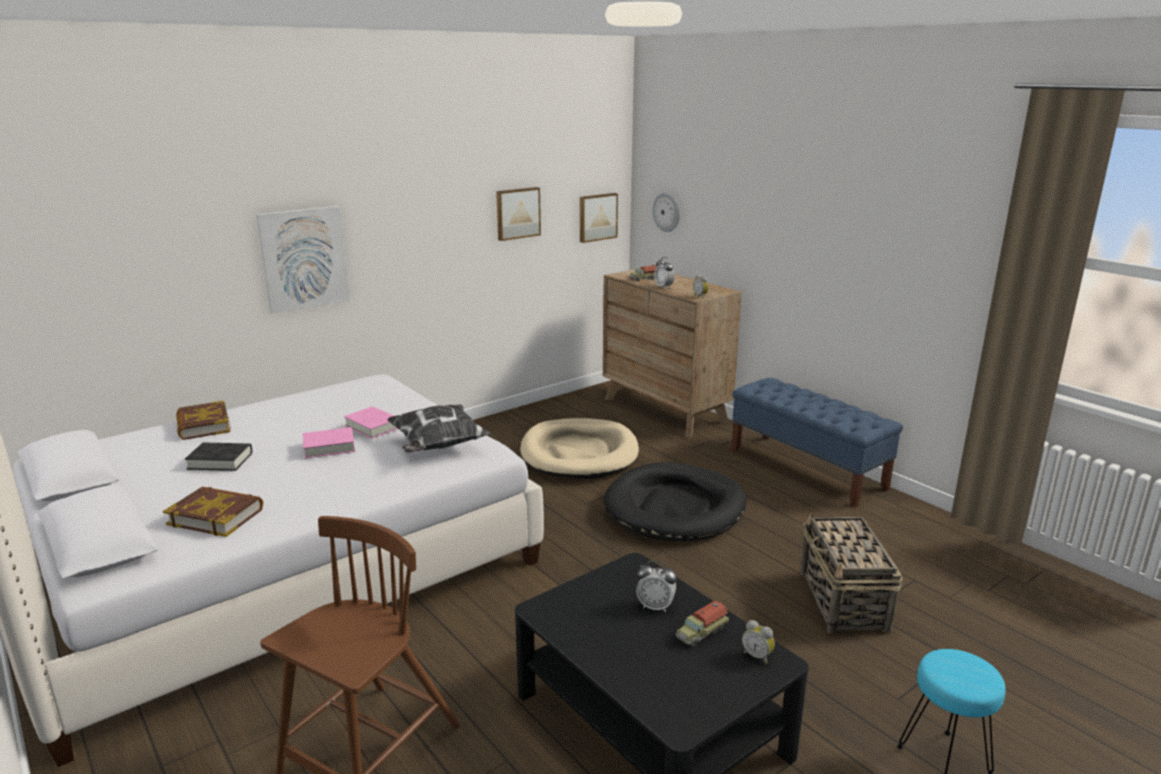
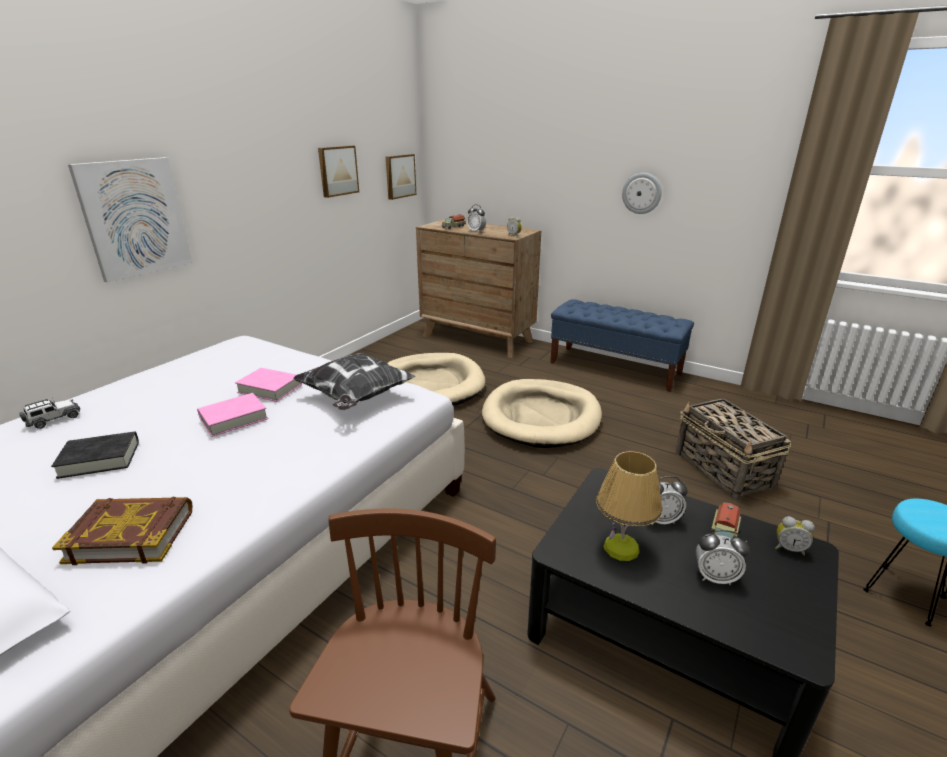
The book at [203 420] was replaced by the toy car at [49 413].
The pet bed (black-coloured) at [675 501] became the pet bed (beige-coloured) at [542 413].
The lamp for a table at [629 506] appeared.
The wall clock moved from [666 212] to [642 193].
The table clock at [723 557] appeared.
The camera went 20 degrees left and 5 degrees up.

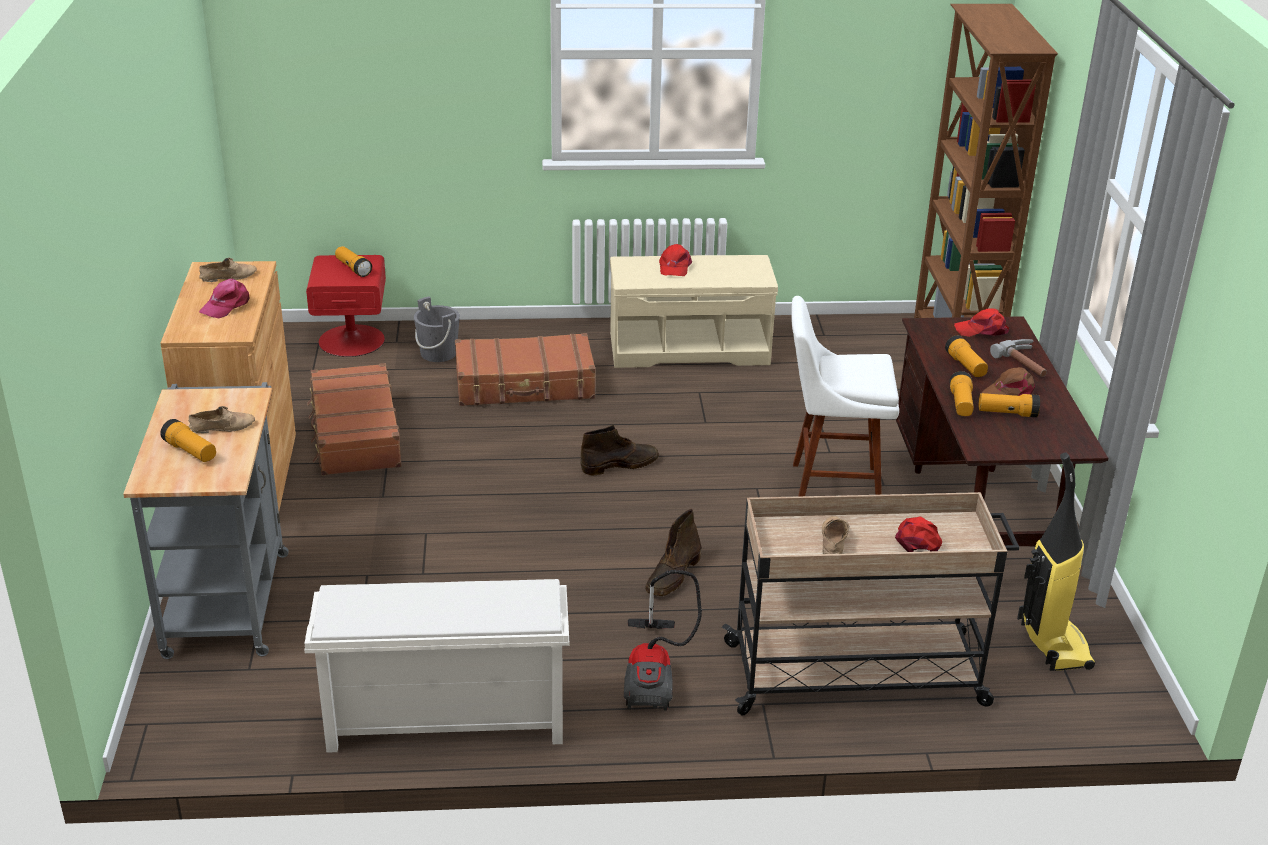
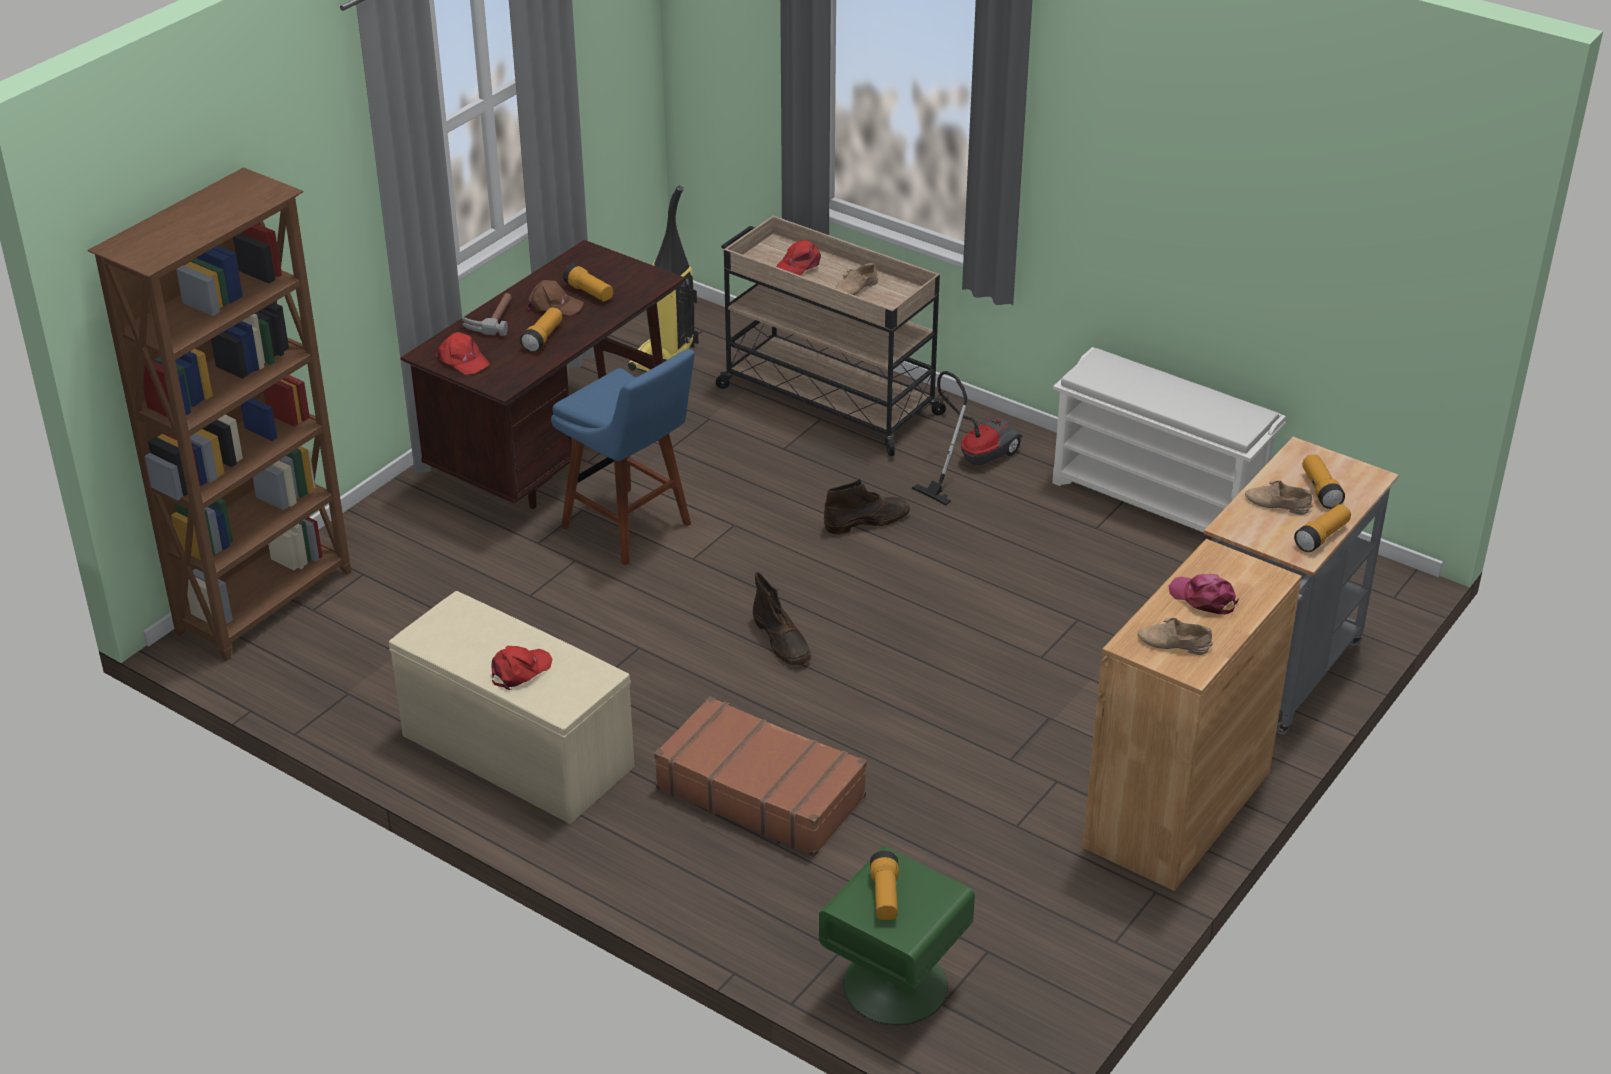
The sitting stool (white-coloured) at [845 396] became the sitting stool (blue) at [622 457].
The tall boot (brownish) at [619 449] turned 135 degrees counterclockwise.
The night table (red-coloured) at [346 306] became the night table (green-coloured) at [897 936].
The cap (pink) at [224 298] turned 120 degrees counterclockwise.
The hand torch moved from [962 393] to [1322 528].
The travel case (brownish) at [354 419] disappeared.
The water bucket (gray) at [437 329] disappeared.
The camera went 140 degrees left and 5 degrees up.

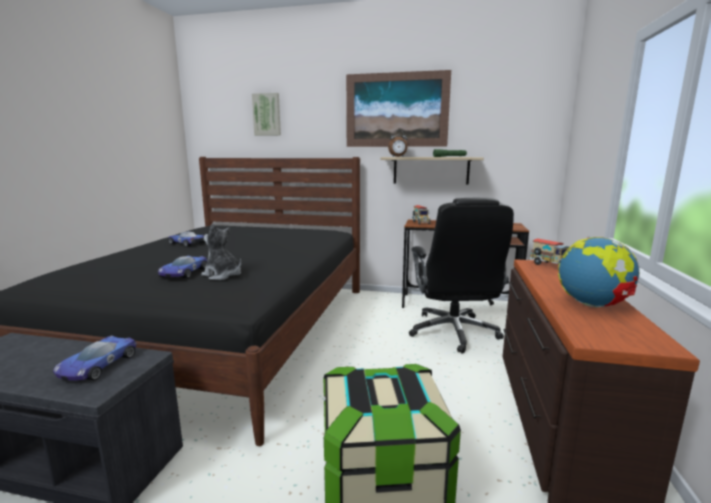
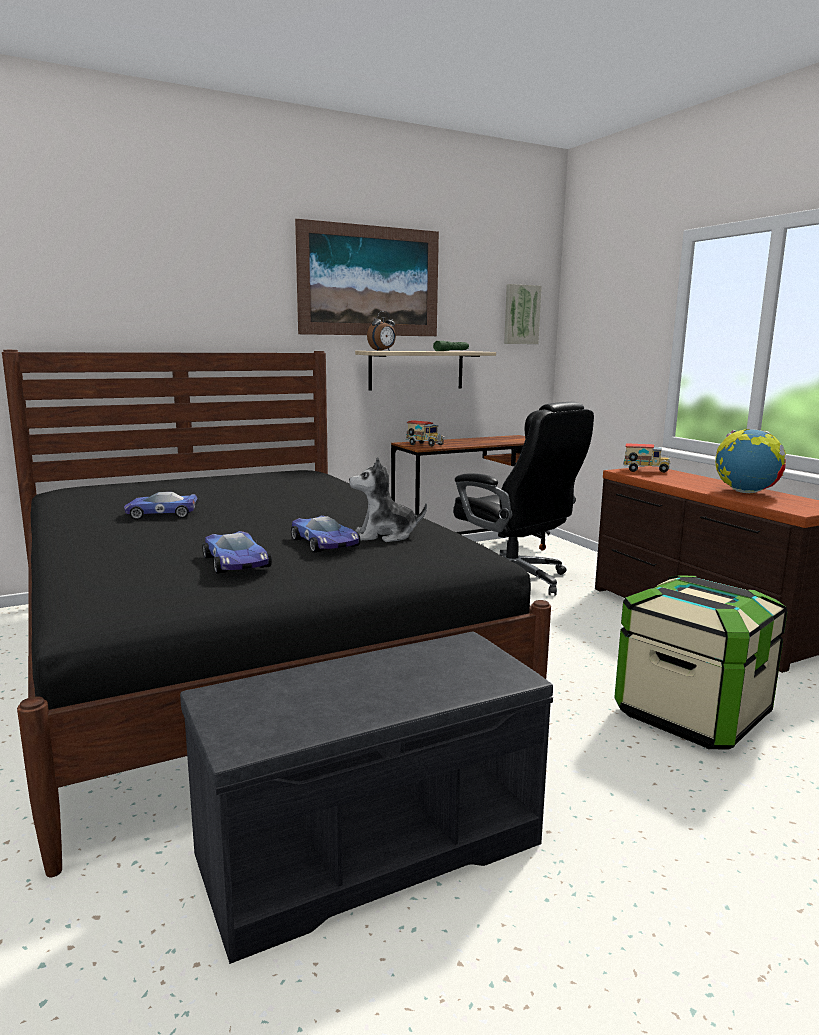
The toy car moved from [95 357] to [237 552].
The wall picture moved from [266 114] to [523 314].
The camera went 40 degrees left and 0 degrees up.

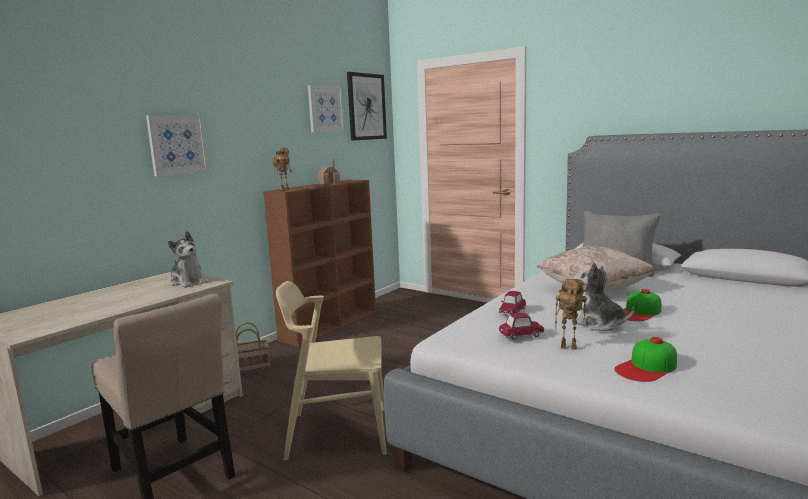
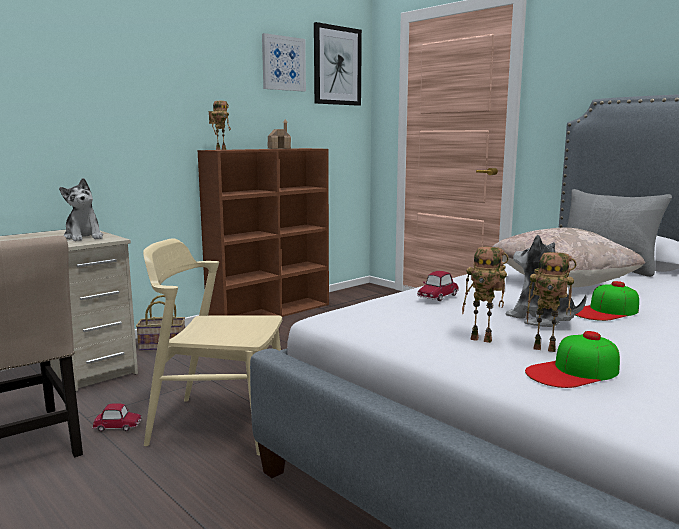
The toy car moved from [521 326] to [117 417].
The robot figure at [551 302] appeared.
The wall picture at [177 145] disappeared.
The camera went 10 degrees right and 0 degrees up.

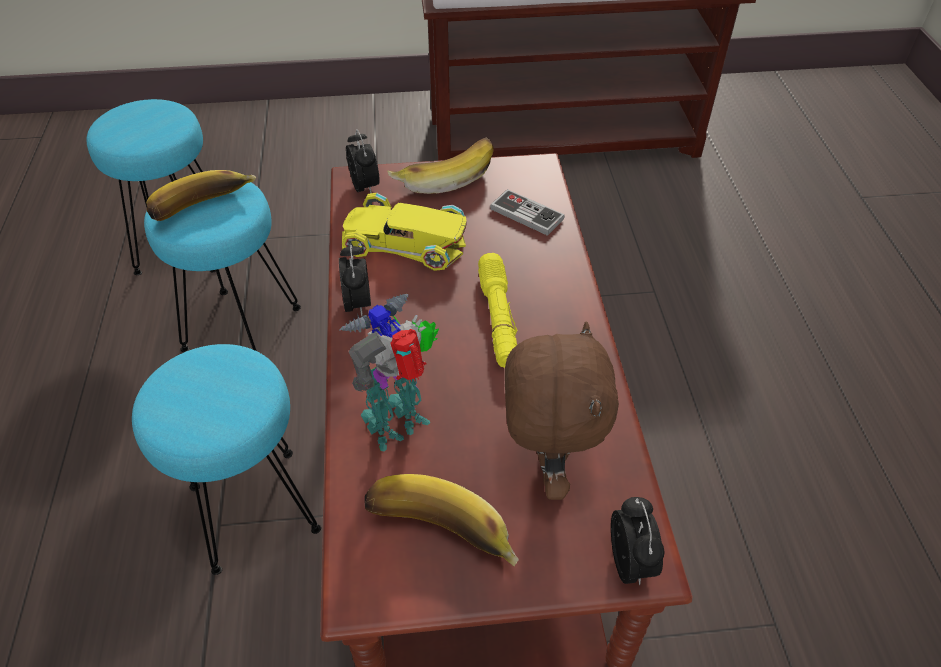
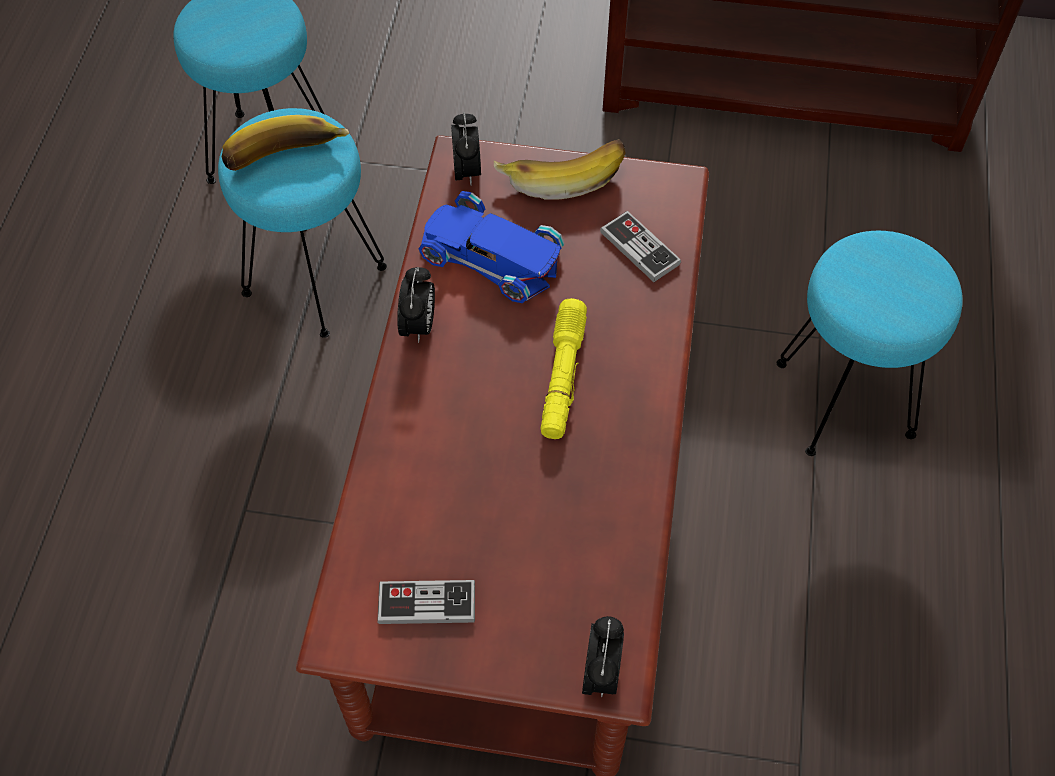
The banana fruit at [442 520] was replaced by the joypad at [426 602].
The toy car (yellow) at [404 232] became the toy car (blue) at [491 247].
The sitting stool (blue-green) moved from [226 459] to [870 343].
The robot figure at [389 373] disappeared.
The cuddly toy (brownish) at [562 410] disappeared.
The camera went 15 degrees right and 10 degrees up.

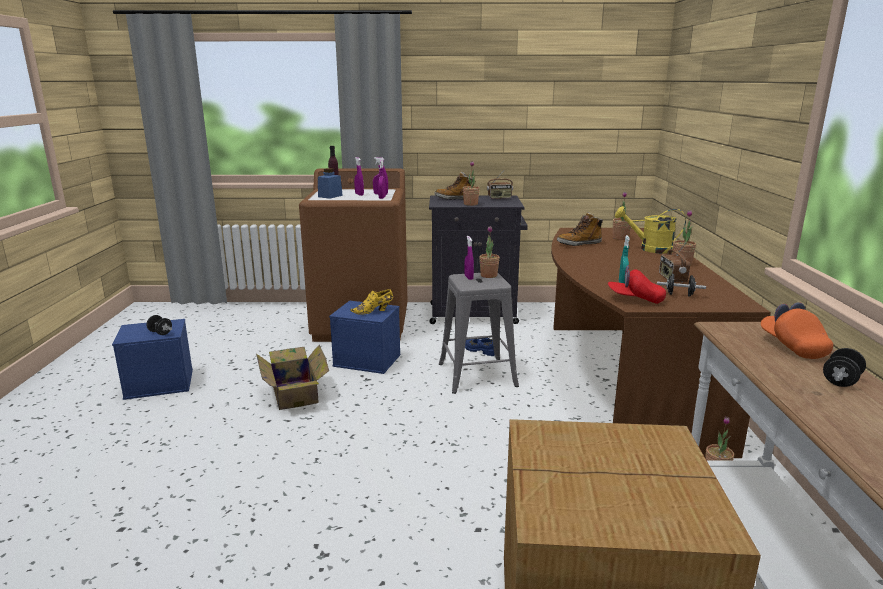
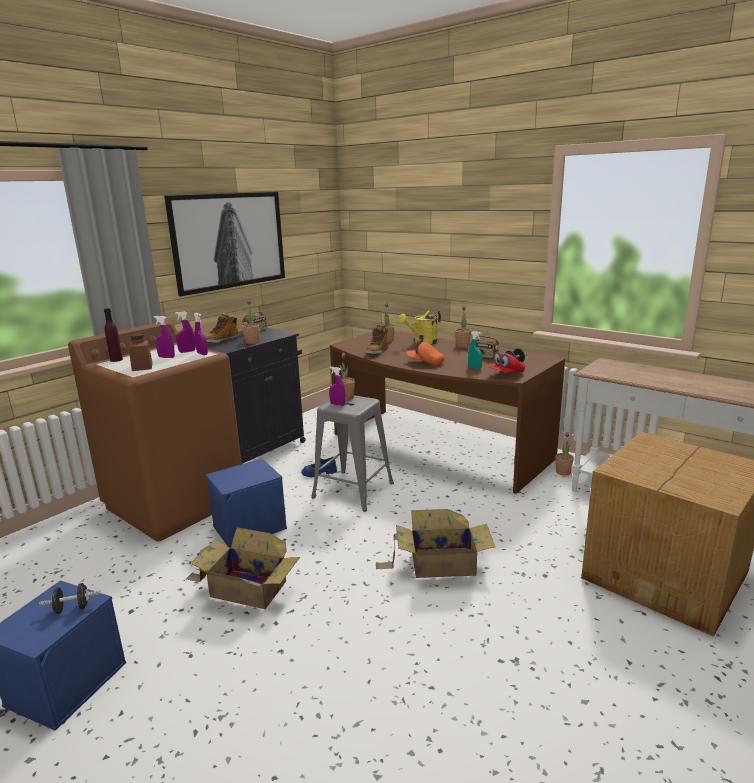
The preserve jar (blue) at [330 183] became the preserve jar (brownish) at [140 352].
The wall picture at [224 244] appeared.
The carton at [435 543] appeared.
The cap (orange) moved from [797 330] to [425 352].
The low shoe (yellow) at [371 301] disappeared.
The free weight (black-coloured) at [844 367] disappeared.
The camera went 50 degrees left and 0 degrees up.

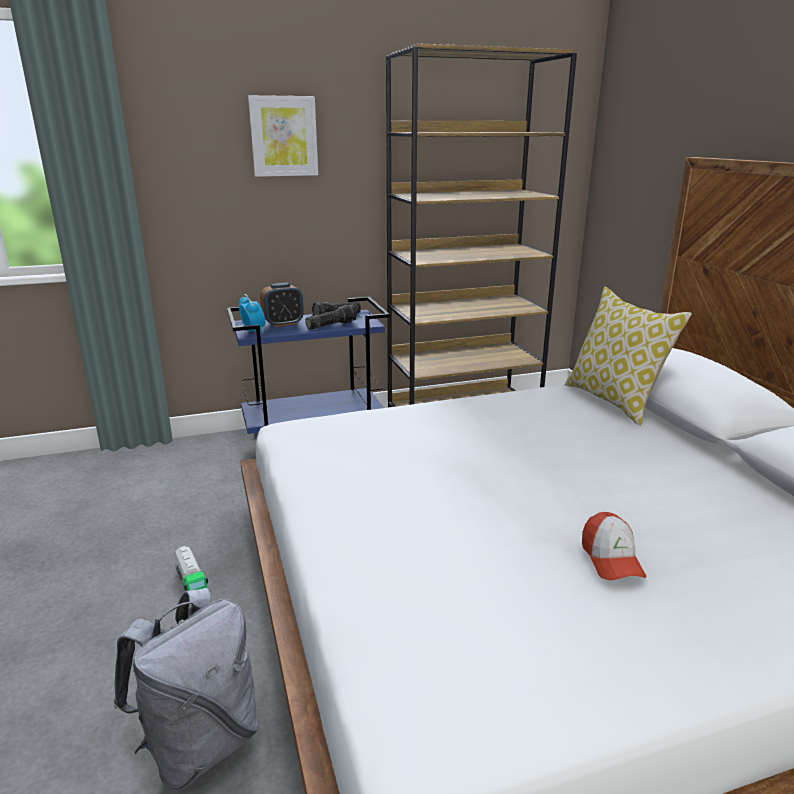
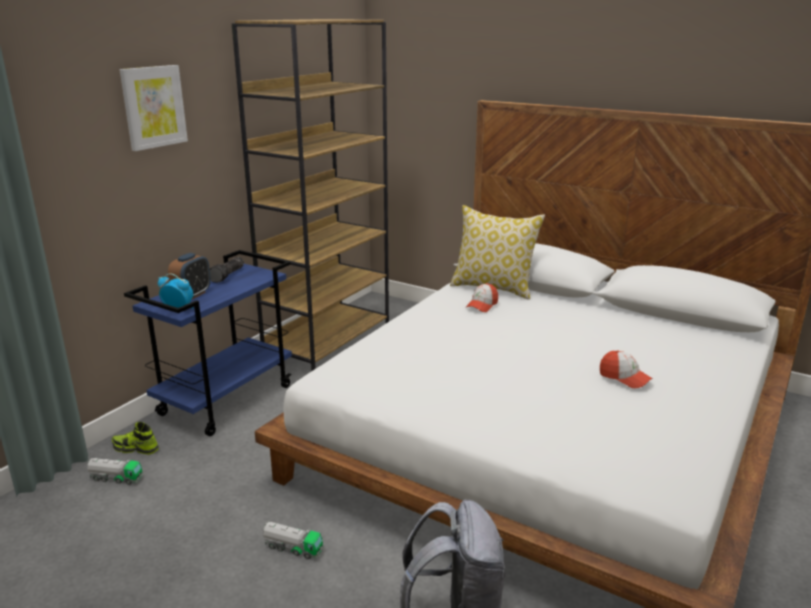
The model truck at [115 471] appeared.
The low shoe at [135 438] appeared.
The cap at [481 297] appeared.
The hand torch at [331 317] disappeared.
The camera went 40 degrees left and 0 degrees up.

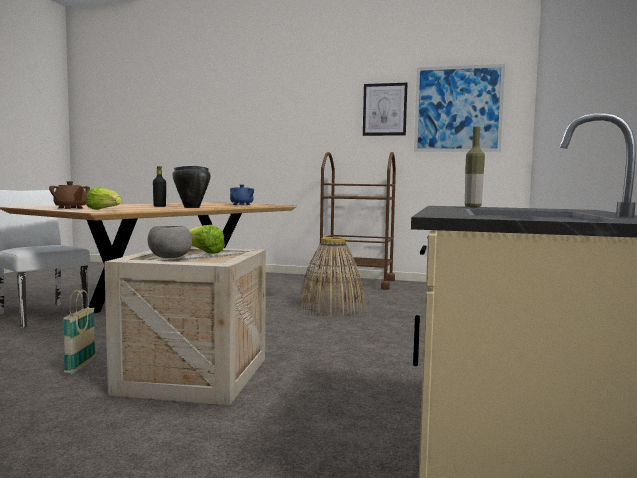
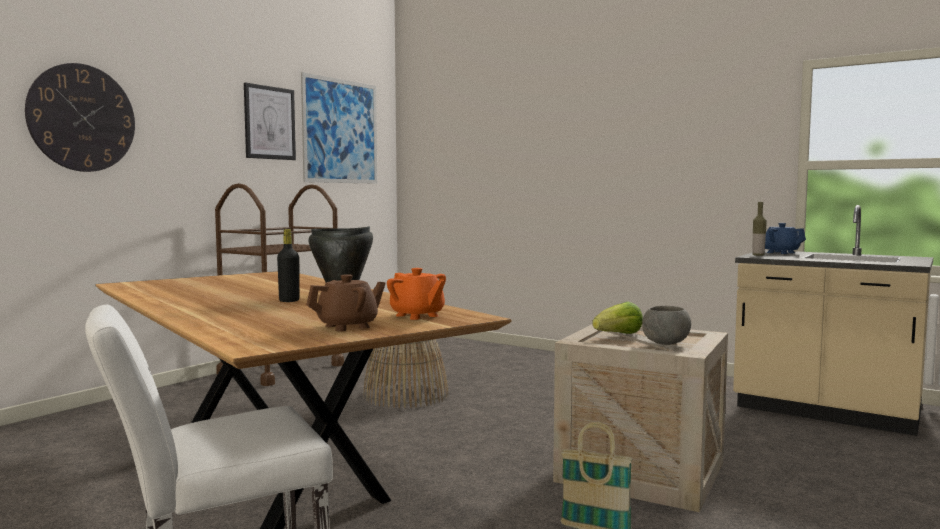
The wall clock at [80 117] appeared.
The head of lettuce at [104 198] was replaced by the pot for tea (orange) at [416 294].
The pot for tea (blue) moved from [242 195] to [785 238].
The camera went 70 degrees left and 0 degrees up.

